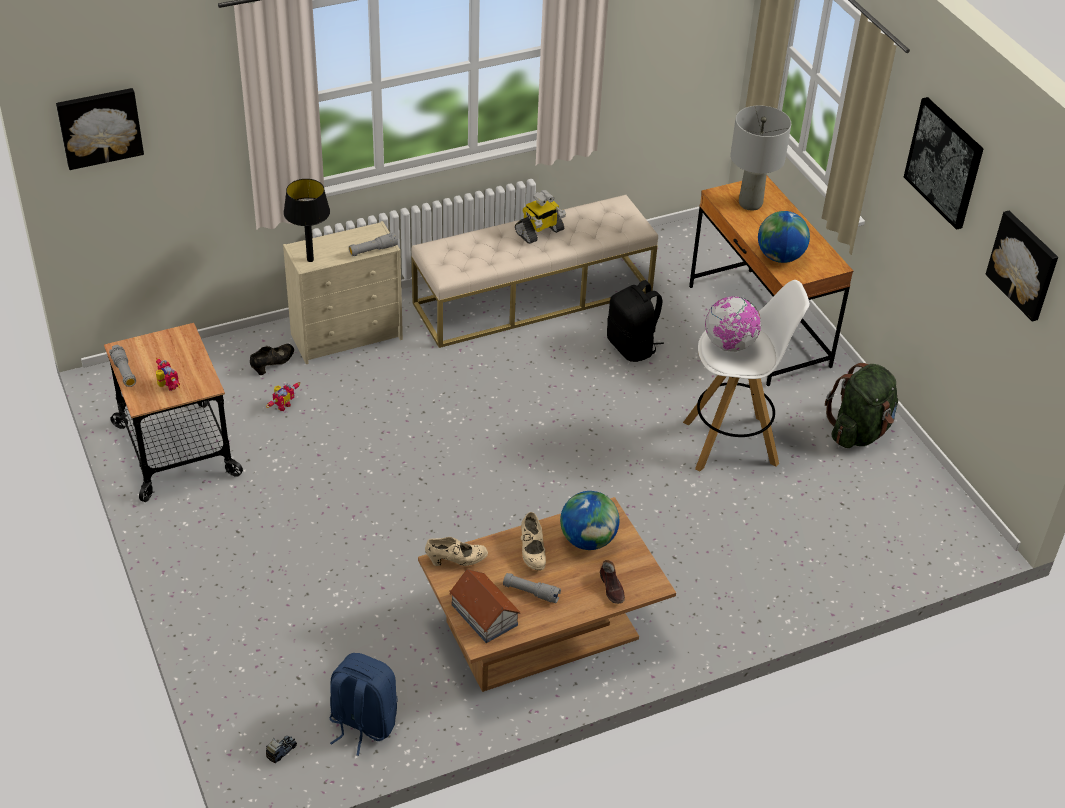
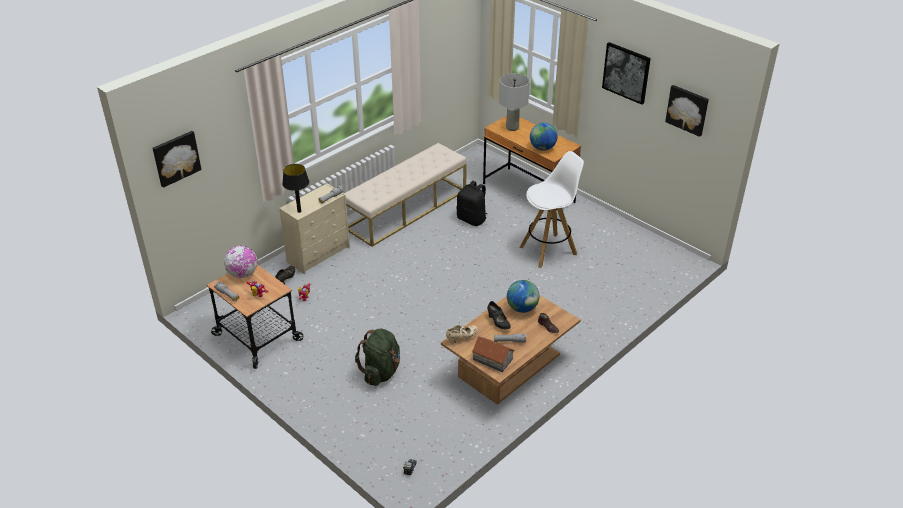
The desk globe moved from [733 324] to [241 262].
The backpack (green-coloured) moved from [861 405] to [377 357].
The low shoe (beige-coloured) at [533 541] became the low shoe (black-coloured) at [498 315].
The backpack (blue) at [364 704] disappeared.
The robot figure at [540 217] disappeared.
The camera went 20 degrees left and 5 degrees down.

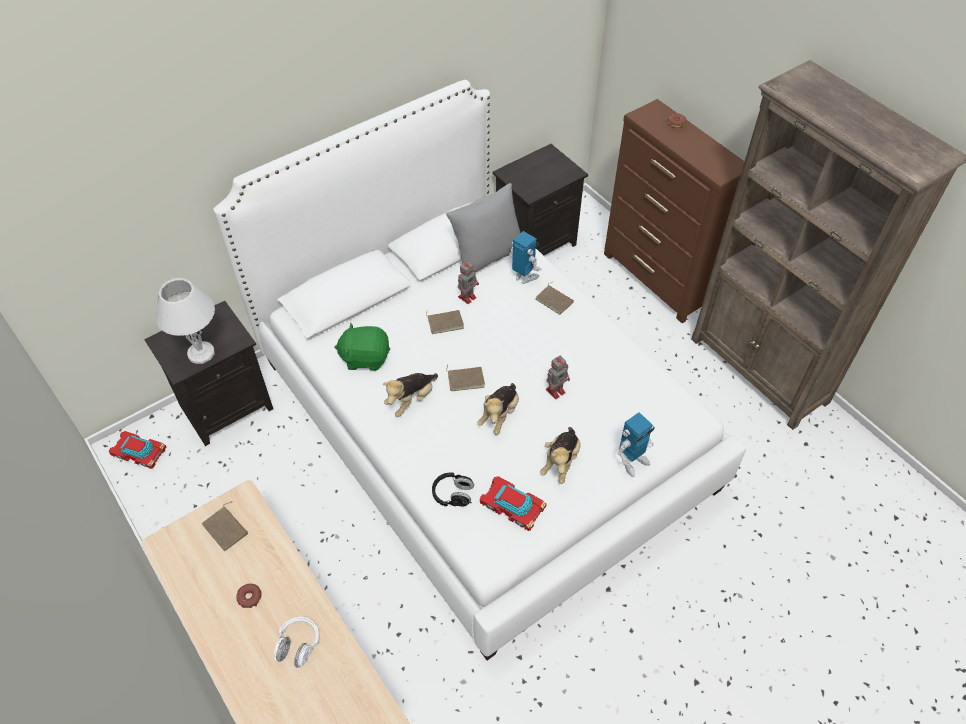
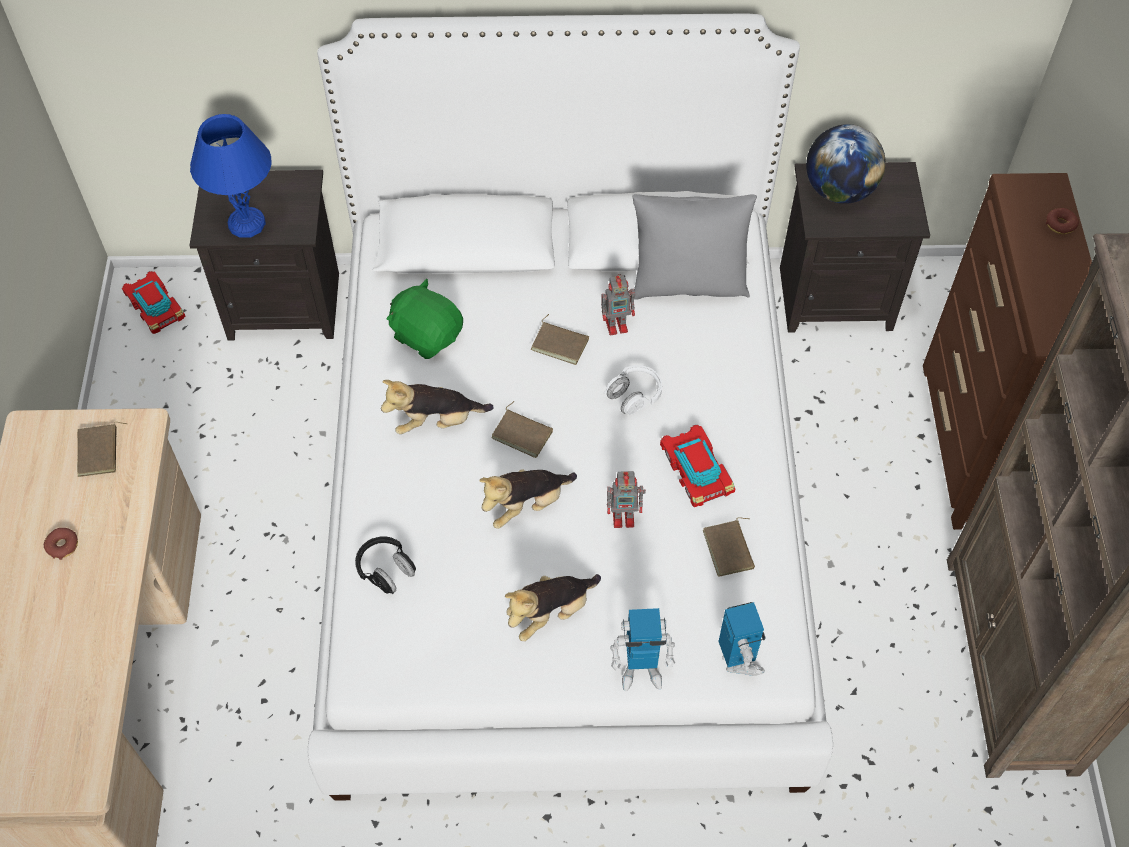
The lamp for a table (white-coloured) at [185 321] became the lamp for a table (blue) at [231 175].
The headset (white-coloured) moved from [297 642] to [632 390].
The toy car moved from [513 503] to [697 466].
The book (brownish) moved from [555 298] to [729 547].
The robot figure moved from [525 257] to [742 639].
The desk globe at [846 164] appeared.
The camera went 35 degrees right and 5 degrees up.

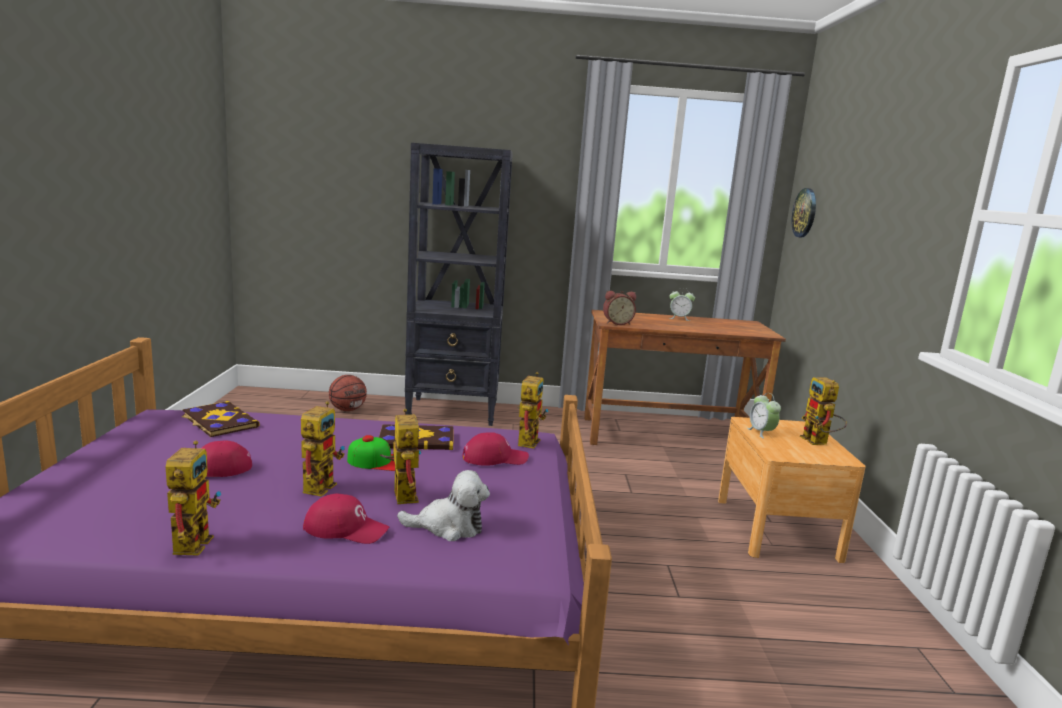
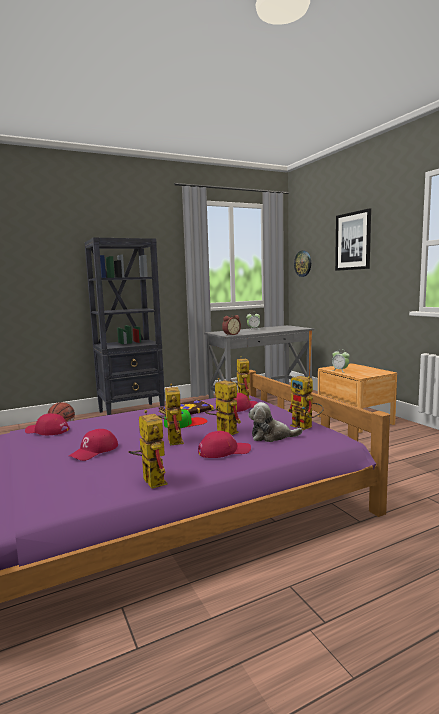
The book at [220 419] was replaced by the cap (red-coloured) at [47 424].
The desk table (brownish) at [685 377] became the desk table (gray) at [259 362].
The cuddly toy at [443 505] turned 150 degrees counterclockwise.
The robot figure moved from [823 411] to [306 403].
The wall picture at [353 239] appeared.
The camera went 25 degrees left and 5 degrees down.

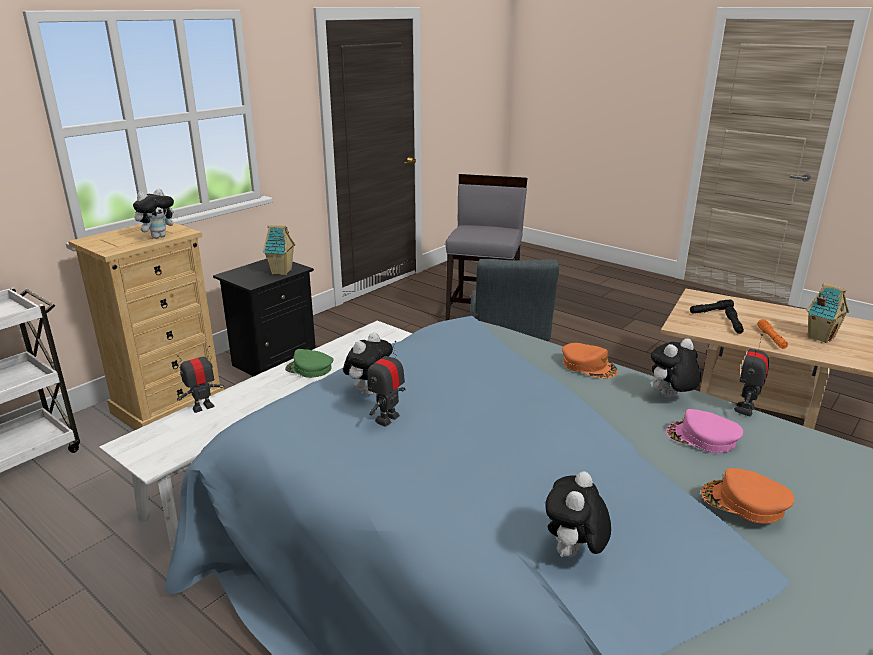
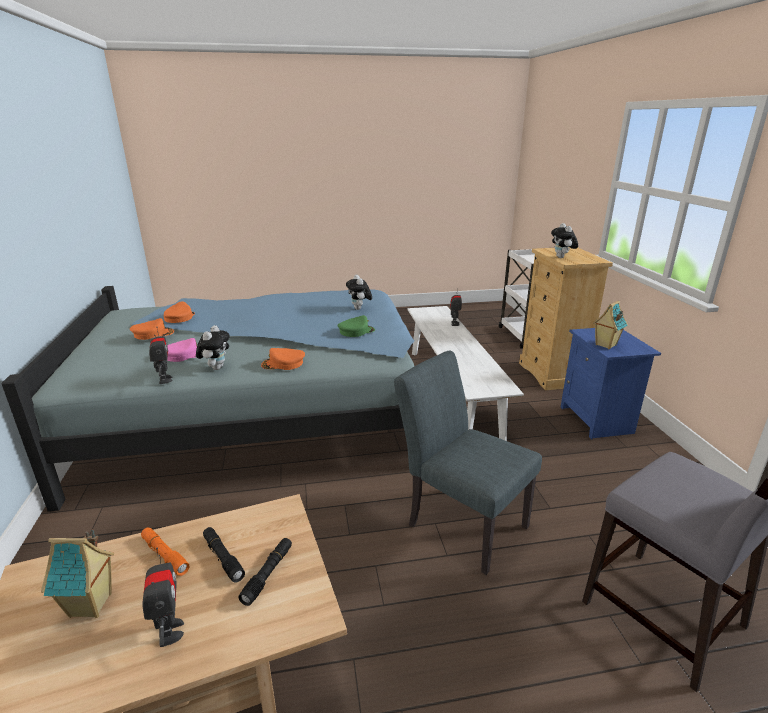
The robot figure moved from [386 384] to [163 597].
The cap (orange) at [179 312] appeared.
The cap (green-coloured) moved from [309 363] to [356 326].
The night table (black-coloured) at [264 318] became the night table (blue) at [611 383].
The cuddly toy at [578 514] disappeared.
The camera went 130 degrees right and 0 degrees up.

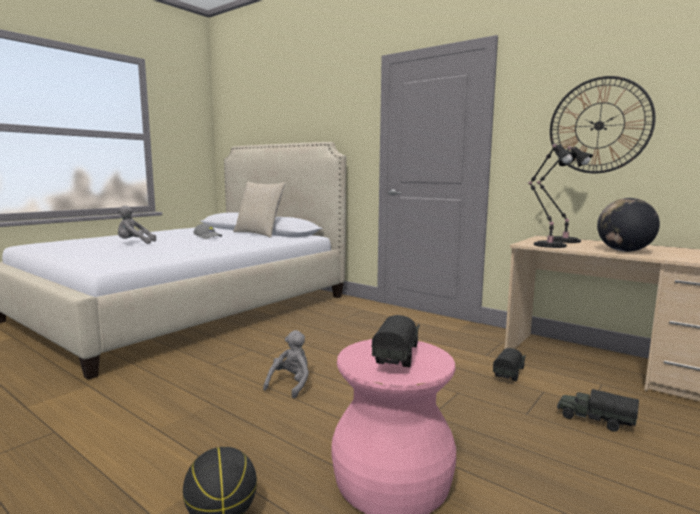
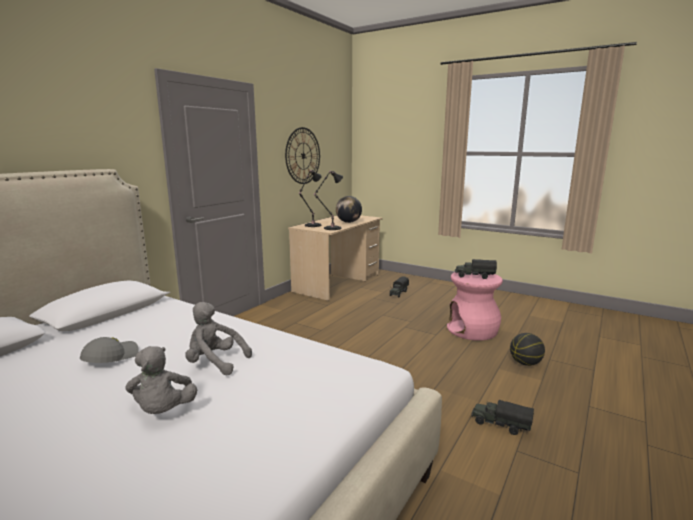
The cuddly toy (gray) moved from [286 364] to [218 338].
The model truck moved from [509 364] to [502 417].
The pillow (beige-coloured) at [259 209] disappeared.
The camera went 95 degrees left and 5 degrees up.

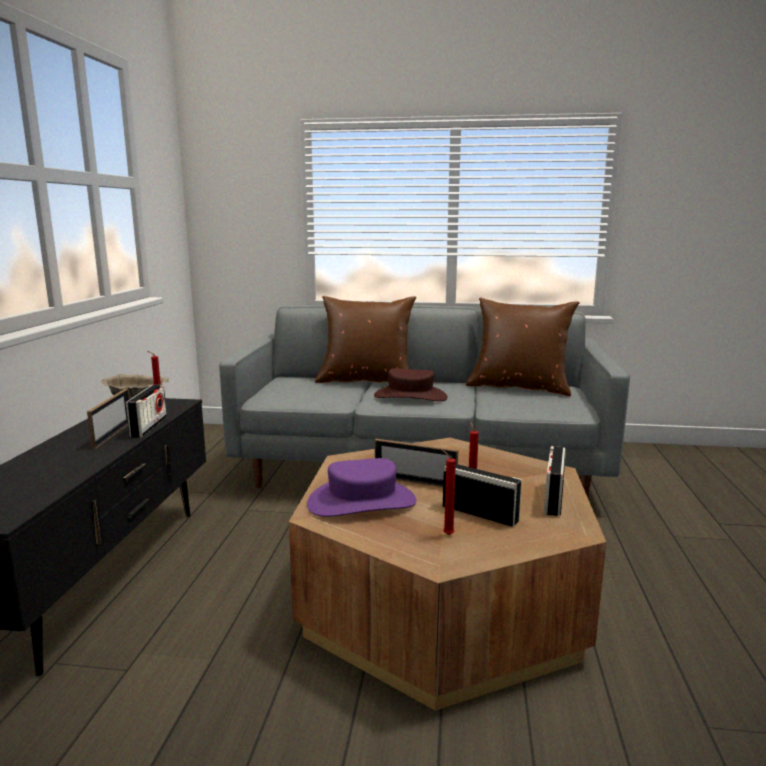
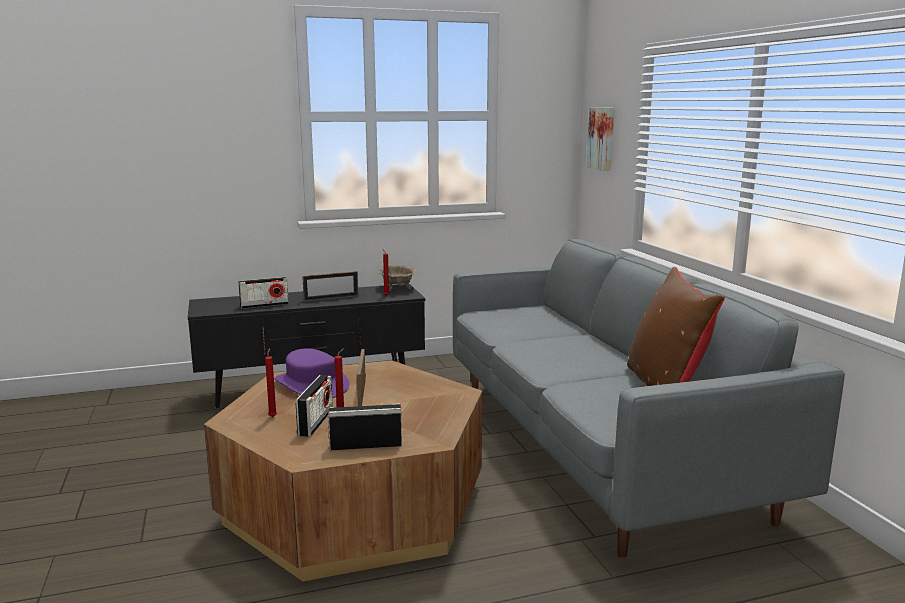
The radio moved from [146 411] to [264 293].
The wall picture at [600 139] appeared.
The pillow (brownish) at [365 339] disappeared.
The clothing hat (brownish) at [410 384] disappeared.
The camera went 65 degrees right and 0 degrees up.

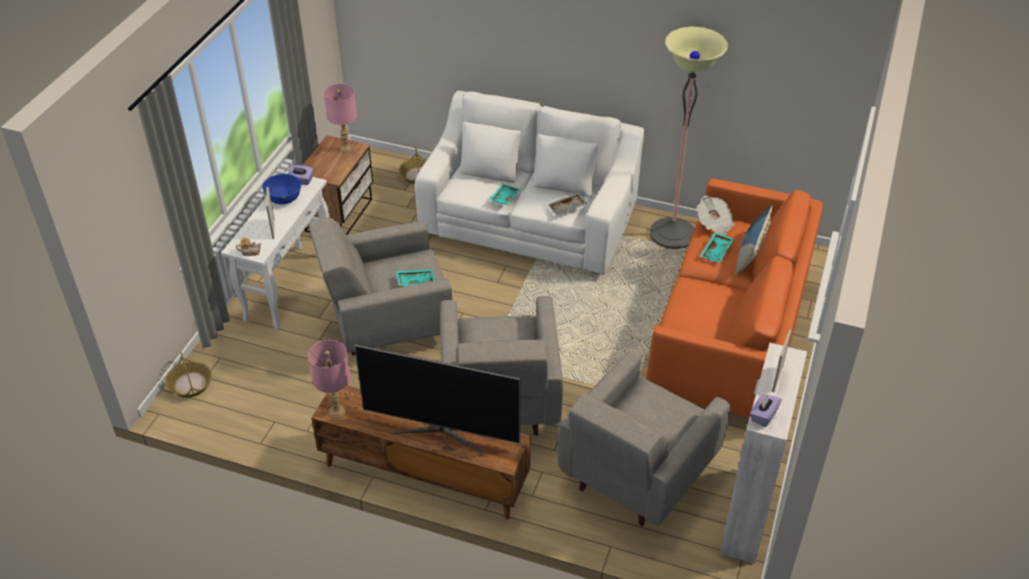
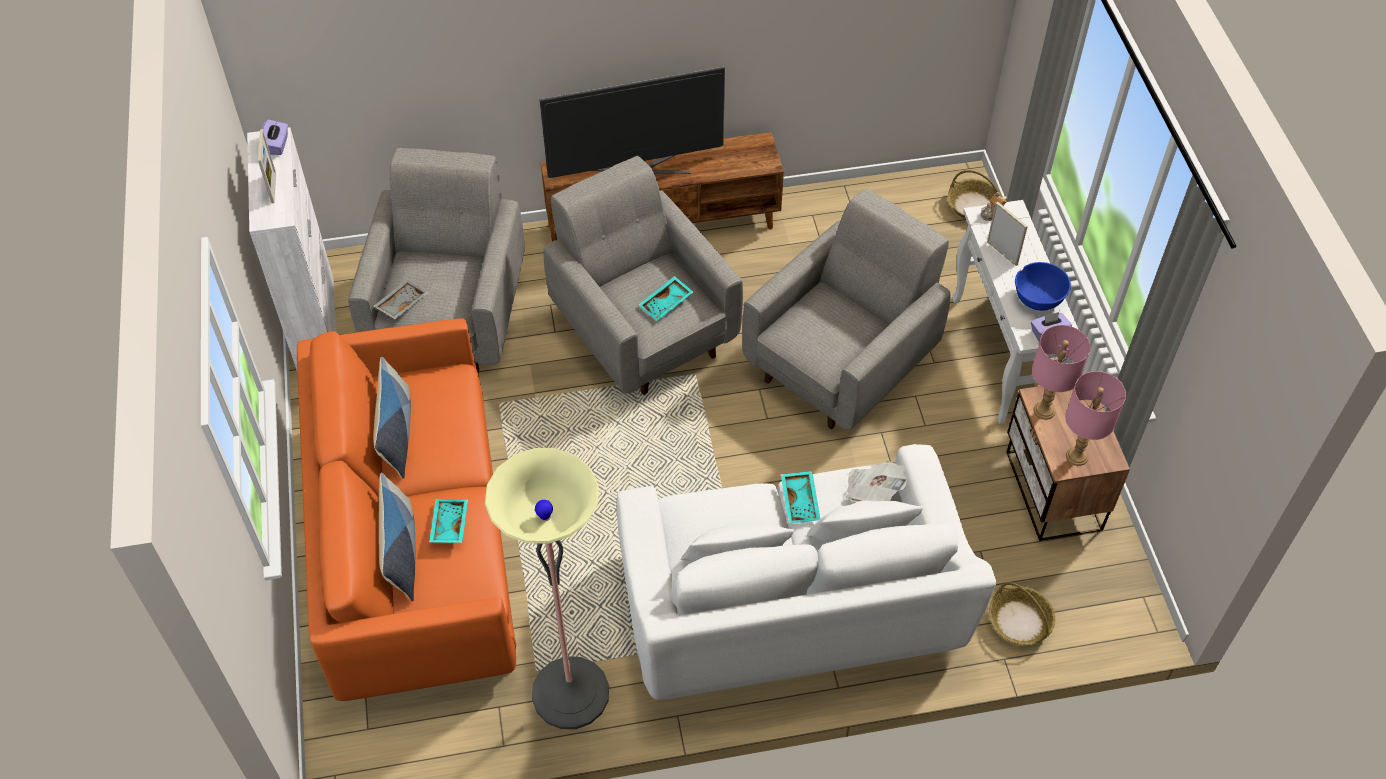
The carrying tray (gray) moved from [567 204] to [400 299].
The pillow at [392 417] appeared.
The carrying tray (blue-green) moved from [415 277] to [666 298].
The newspaper moved from [716 215] to [876 481].
The lamp for a table (pink) moved from [329 379] to [1061 372].
The camera went 150 degrees right and 10 degrees up.

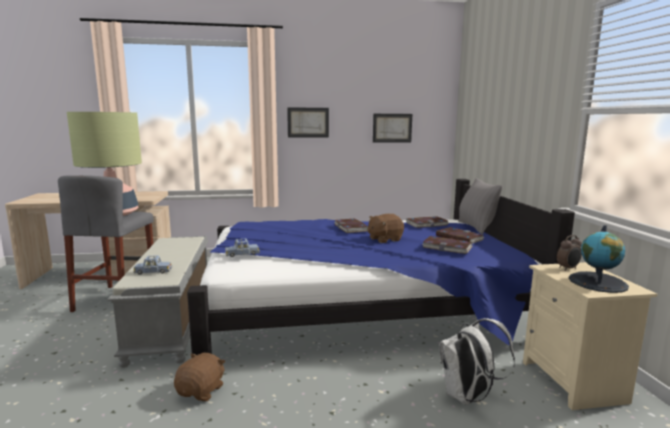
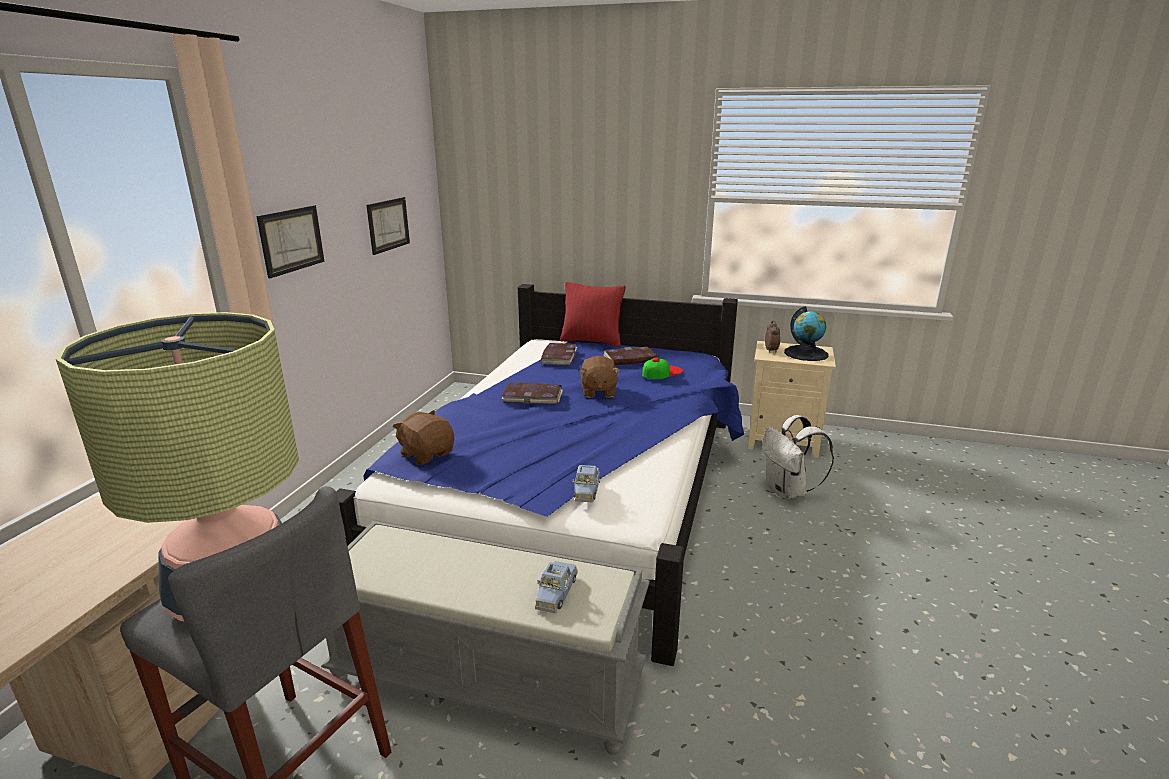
The cuddly toy (brownish) moved from [199 377] to [423 437].
The pillow (gray) at [480 206] became the pillow (red-coloured) at [592 314].
The book at [447 245] was replaced by the cap at [662 368].
The camera went 65 degrees left and 10 degrees up.

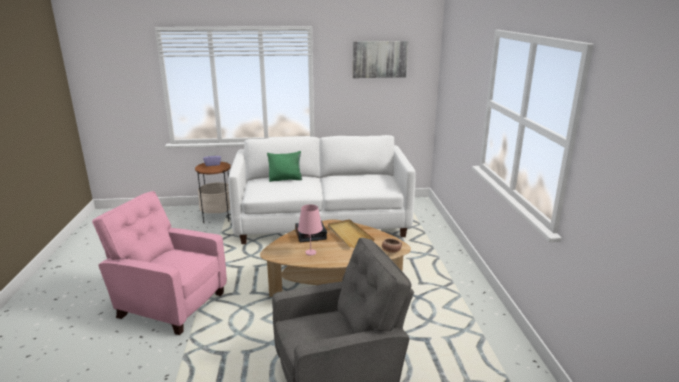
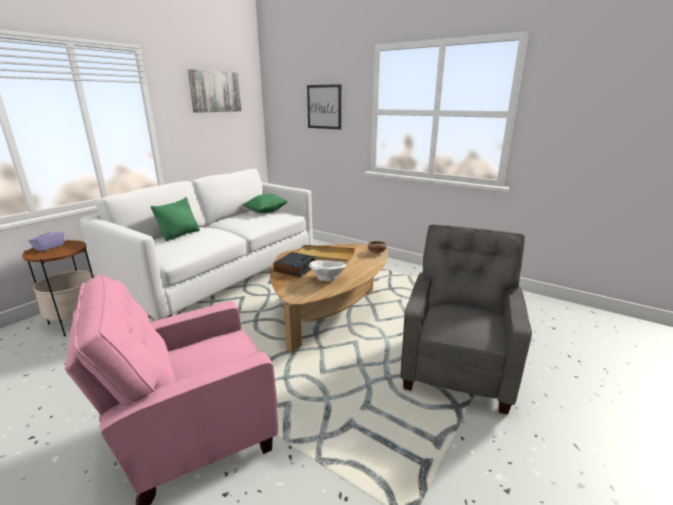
The pillow (green-coloured) at [265 203] appeared.
The wall picture at [324 106] appeared.
The lamp for a table (pink) at [310 230] was replaced by the bowl (white-coloured) at [327 270].
The camera went 50 degrees left and 0 degrees up.

